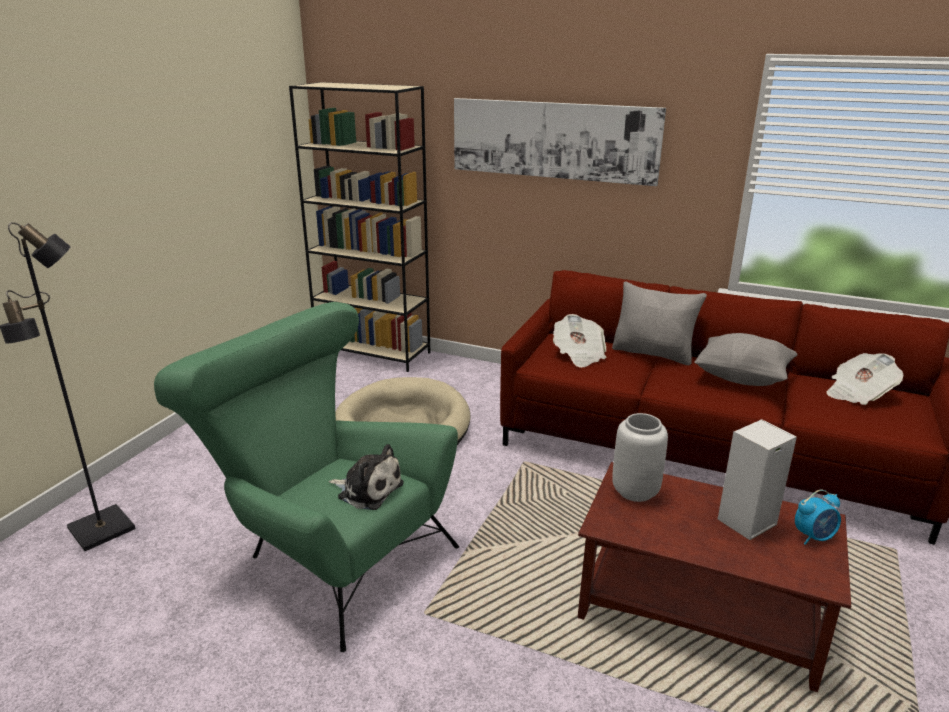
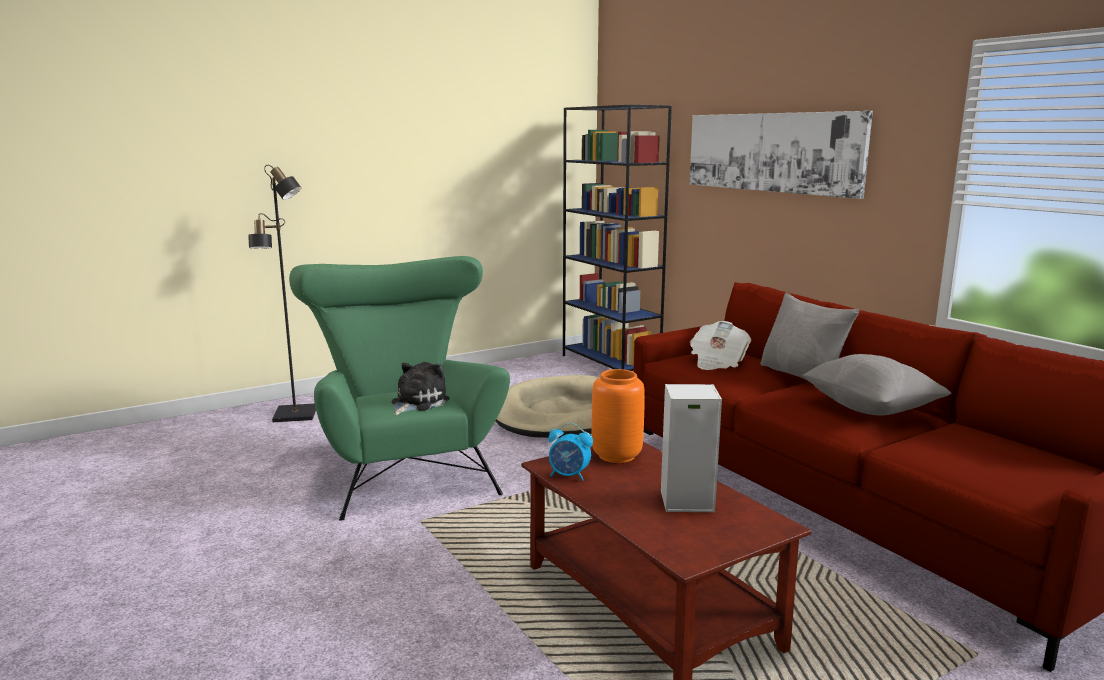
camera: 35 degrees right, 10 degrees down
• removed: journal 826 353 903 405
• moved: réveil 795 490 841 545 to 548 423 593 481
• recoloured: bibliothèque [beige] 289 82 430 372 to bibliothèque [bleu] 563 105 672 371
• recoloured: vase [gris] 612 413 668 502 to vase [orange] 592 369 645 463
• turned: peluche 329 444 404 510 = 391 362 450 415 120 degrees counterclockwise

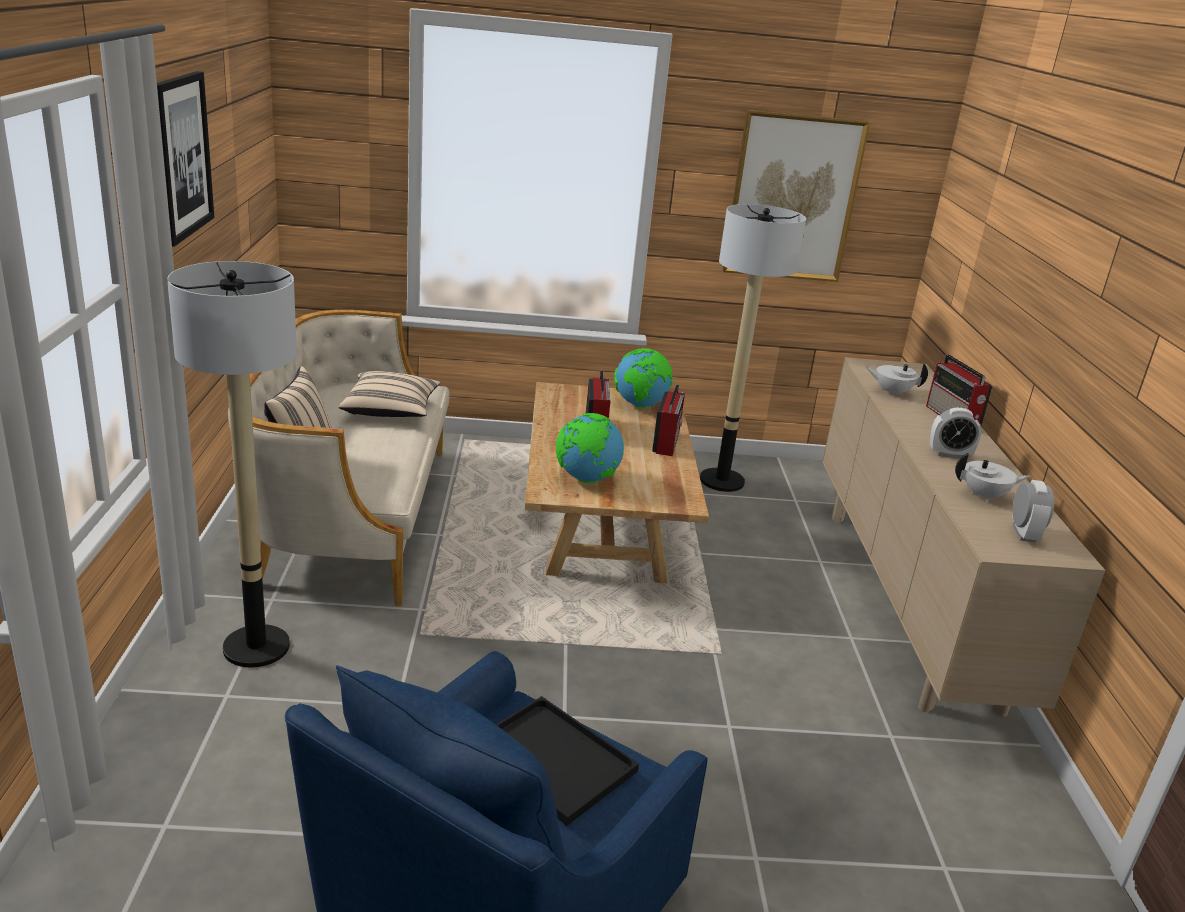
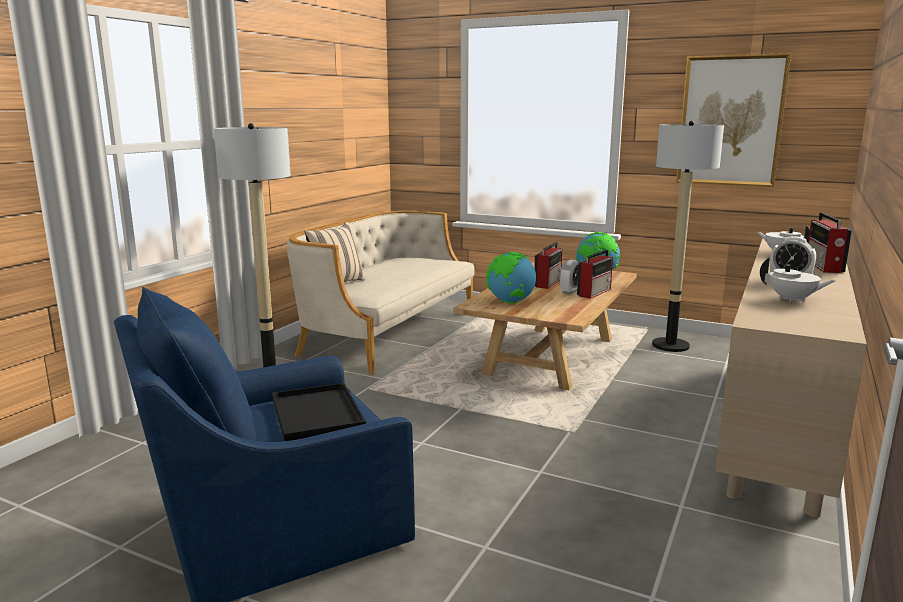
camera: 30 degrees right, 10 degrees down
• removed: tableau 157 71 214 247
• removed: coussin [beige] 339 371 440 417
• moved: réveil 1012 480 1054 543 to 559 260 579 295

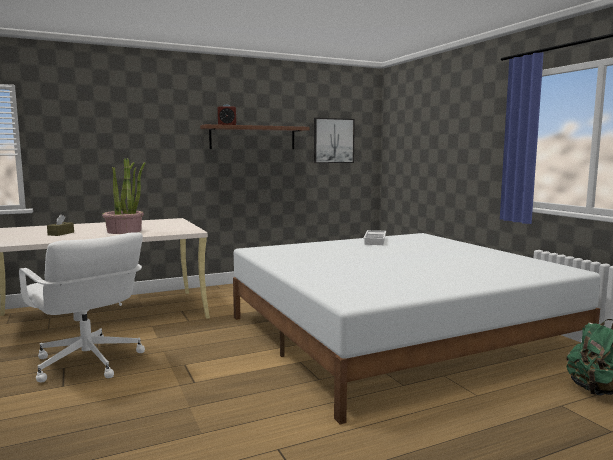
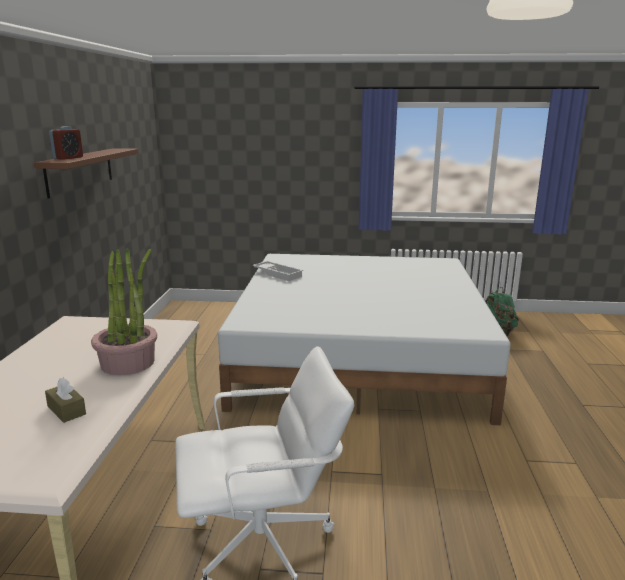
camera: 60 degrees left, 10 degrees up
• removed: tableau 314 118 355 163

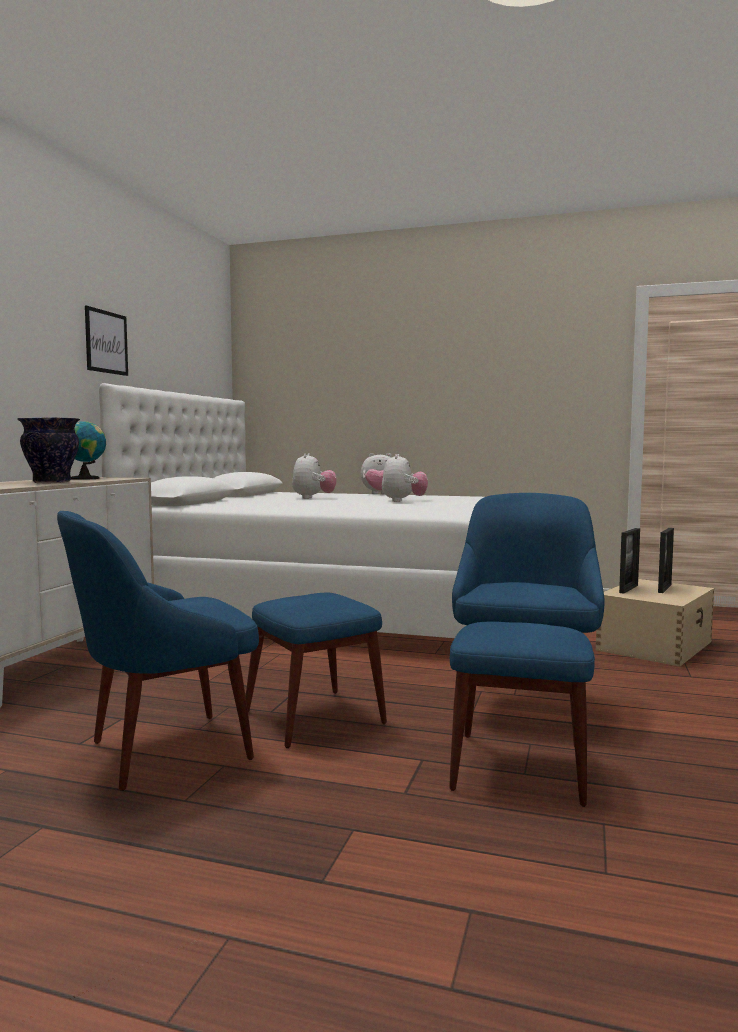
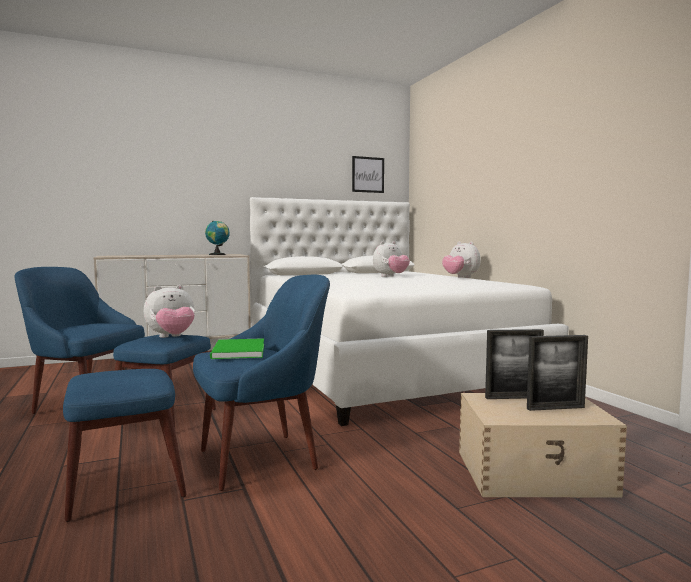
camera: 50 degrees right, 0 degrees up
• removed: vase 17 417 80 483
• added: livre [vert] 210 338 264 359
• moved: tableau 85 306 128 376 to 352 156 384 193
• moved: peluche 382 454 428 502 to 144 285 195 338

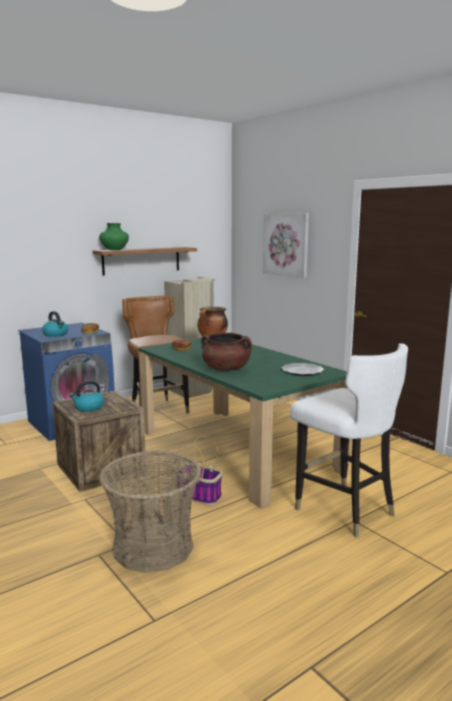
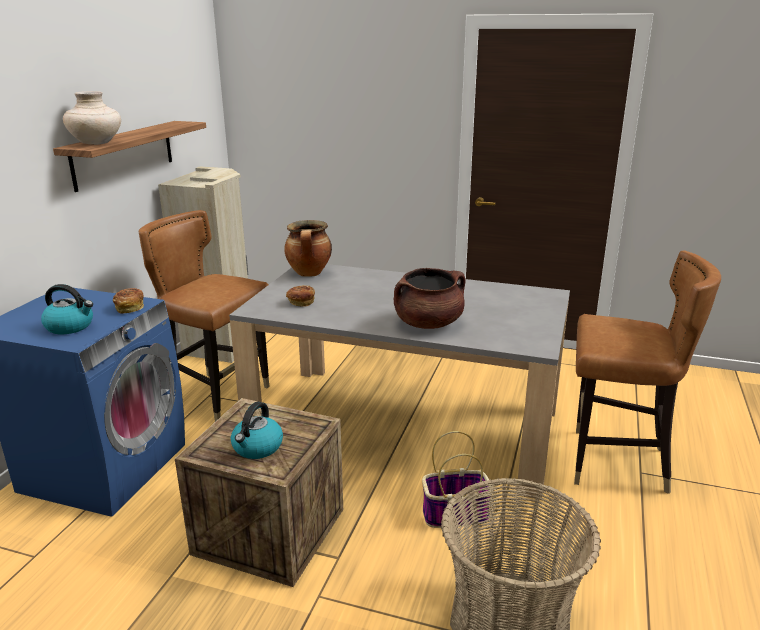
camera: 35 degrees left, 10 degrees up
• removed: tableau 263 213 309 278
• removed: assiette 282 363 324 376
• recoloured: vase [vert] 99 223 129 250 to vase [beige] 63 91 121 145
• recoloured: table à manger [vert] 139 338 350 508 to table à manger [gris] 229 264 570 500
• recoloured: chaise [blanc] 290 343 408 537 to chaise [marron] 574 250 721 494

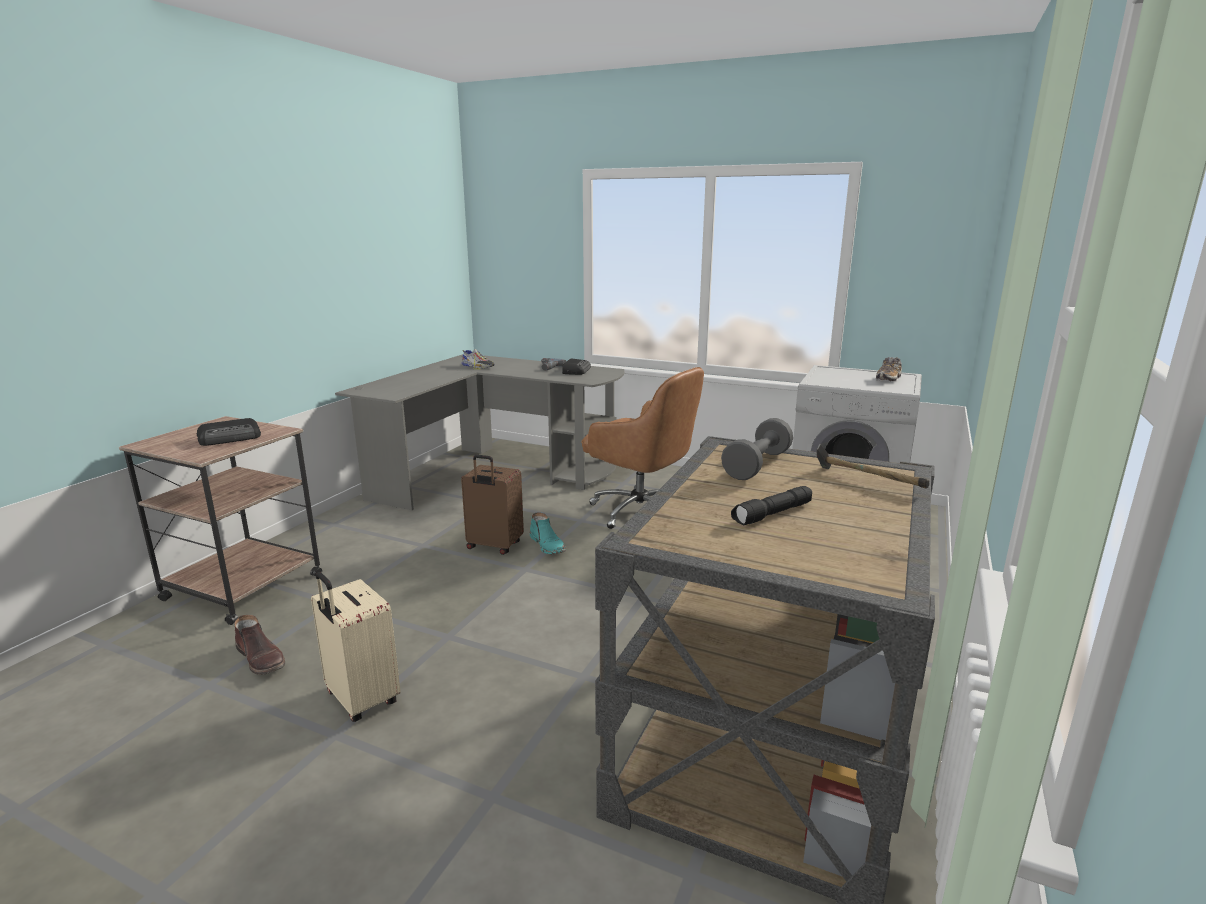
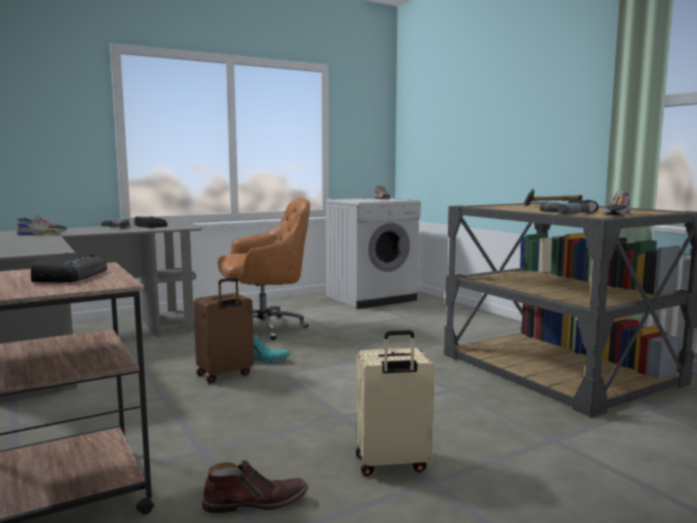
camera: 55 degrees left, 10 degrees down
• removed: haltère [gris] 721 418 793 480
• added: perceuse 539 201 589 214
• added: chaussure 598 189 634 215

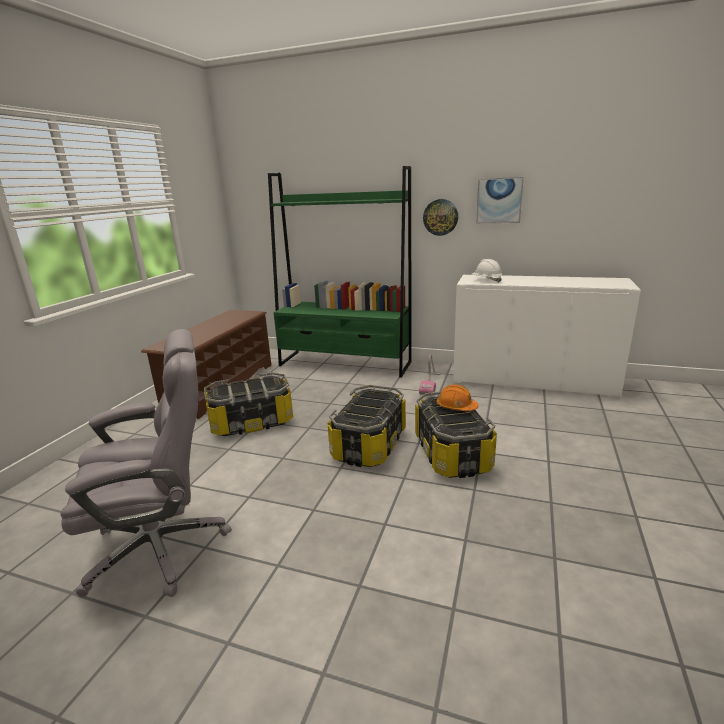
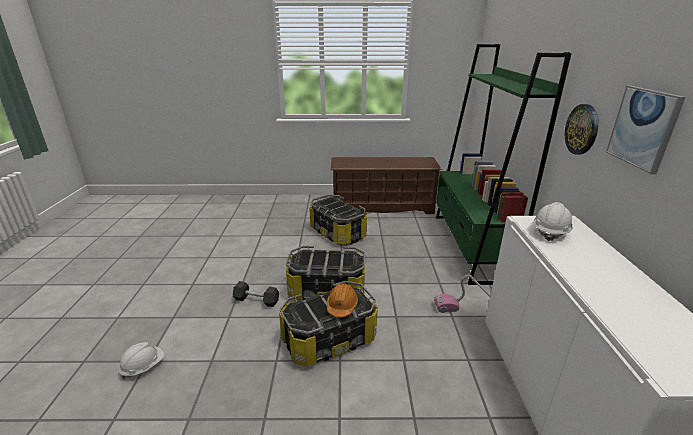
camera: 70 degrees right, 5 degrees up
• removed: chaise de bureau [gris] 60 329 232 597
• added: casque de chantier [blanc] 119 342 164 379
• added: haltère [gris] 233 281 279 307

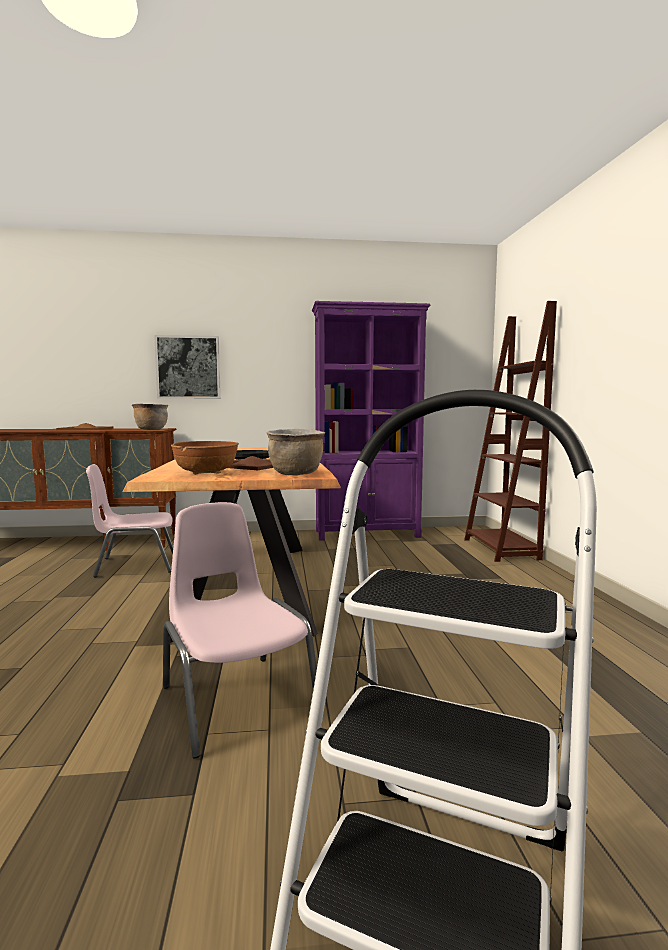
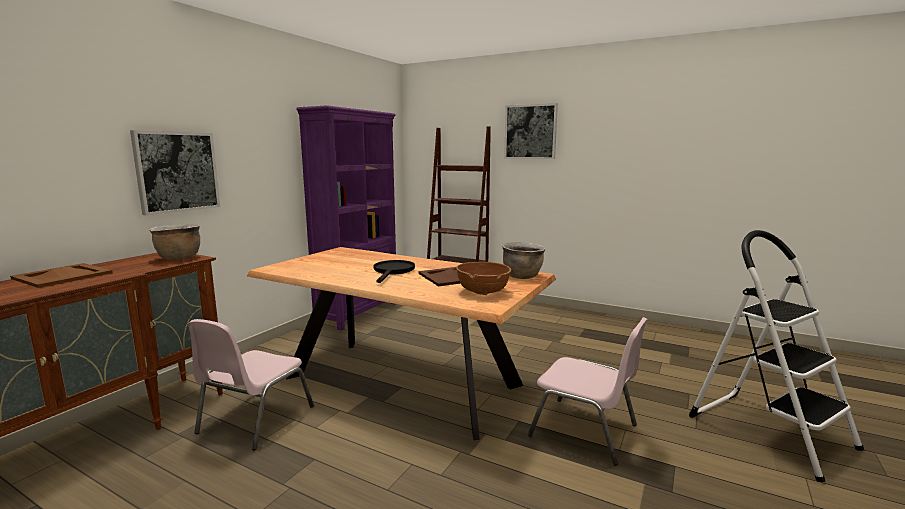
camera: 55 degrees left, 5 degrees up
• added: tableau 504 103 558 159
• turned: chaise [rose] 163 502 317 759 = 528 317 648 465 150 degrees counterclockwise

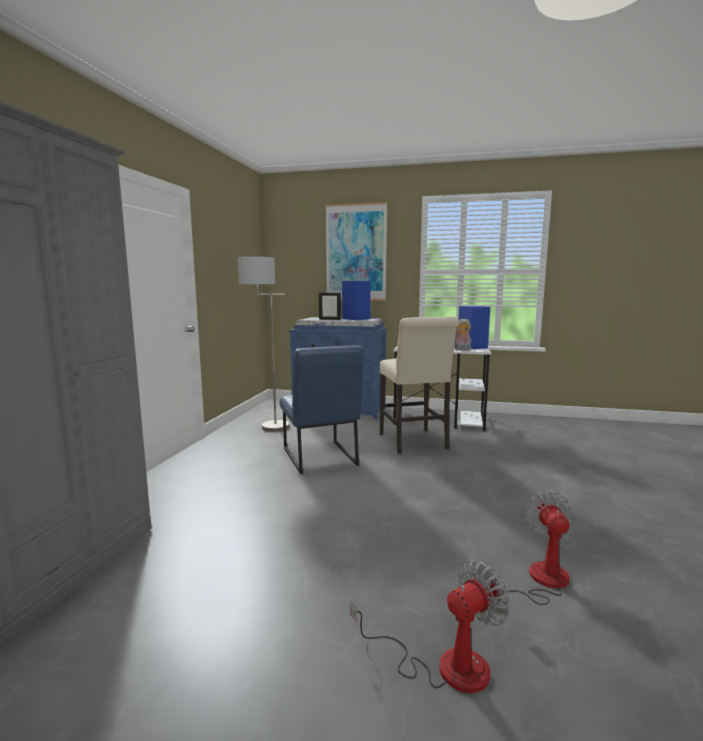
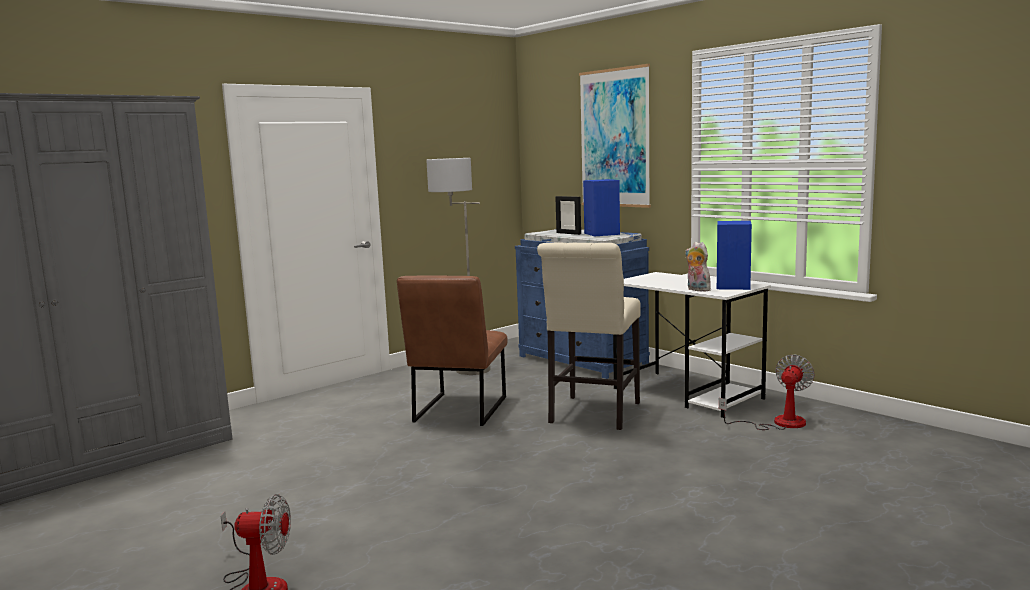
camera: 35 degrees right, 0 degrees up
• moved: ventilateur 498 491 571 605 to 719 354 815 430
• recoloured: chaise [bleu] 279 345 364 474 to chaise [marron] 397 276 508 426

